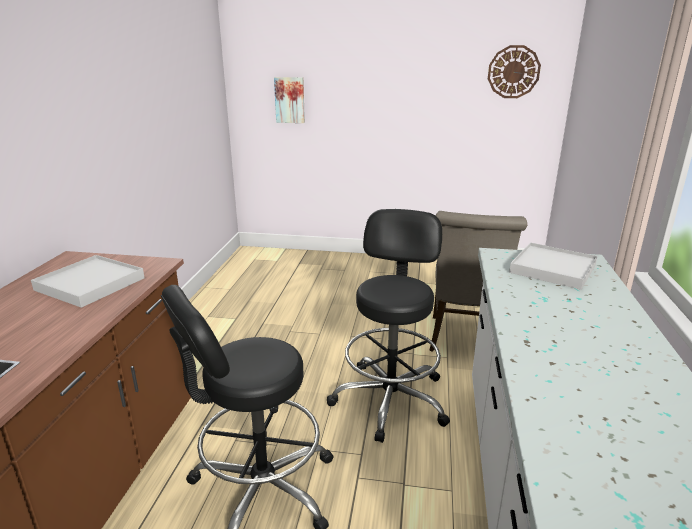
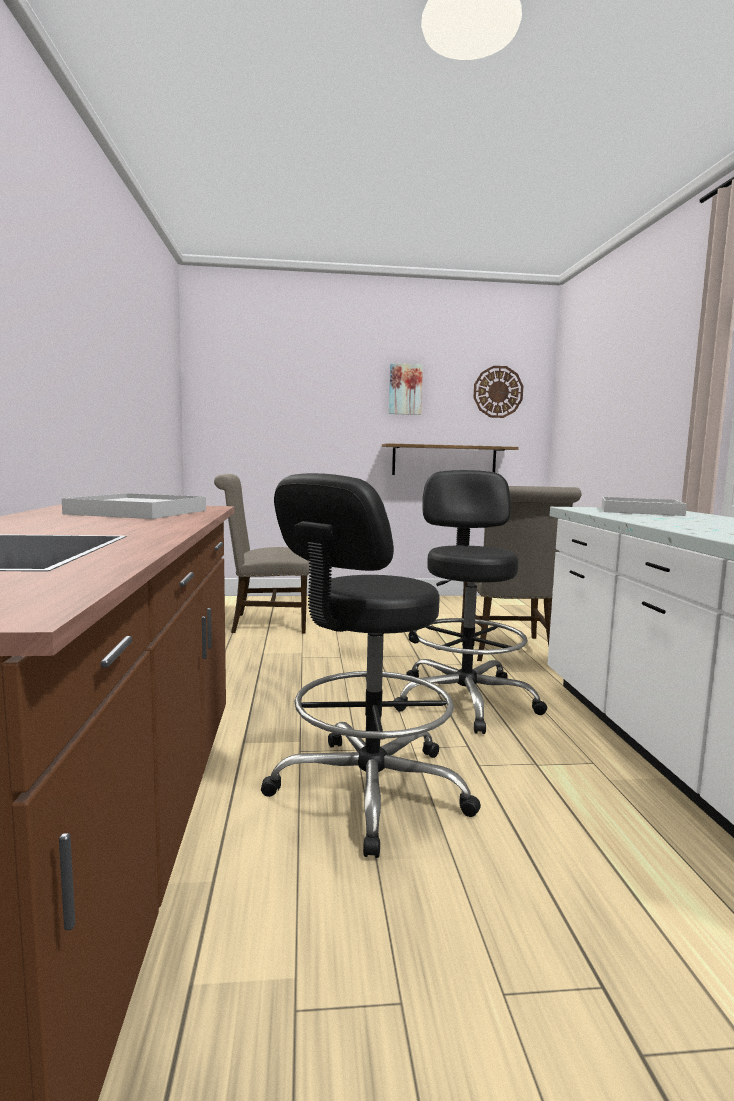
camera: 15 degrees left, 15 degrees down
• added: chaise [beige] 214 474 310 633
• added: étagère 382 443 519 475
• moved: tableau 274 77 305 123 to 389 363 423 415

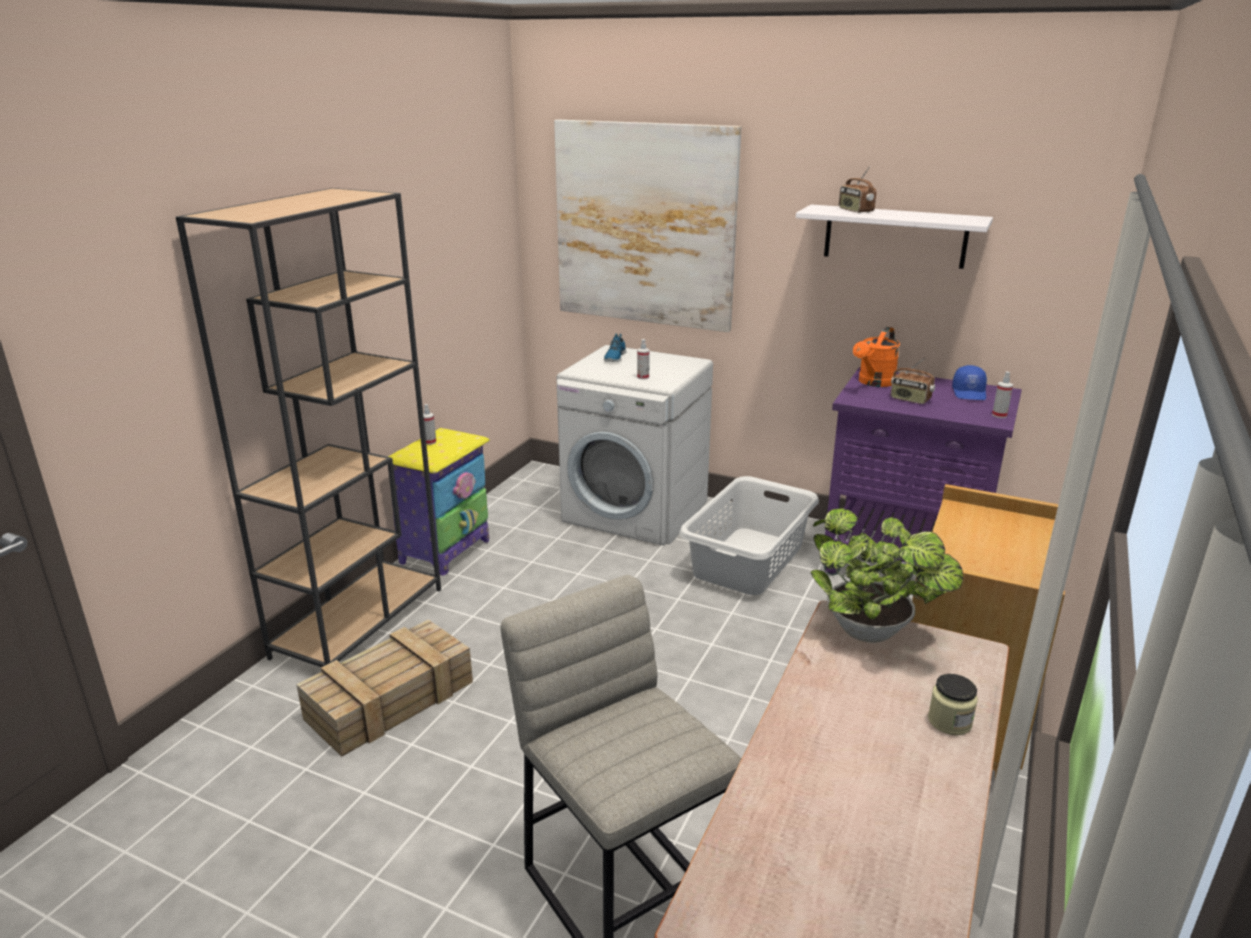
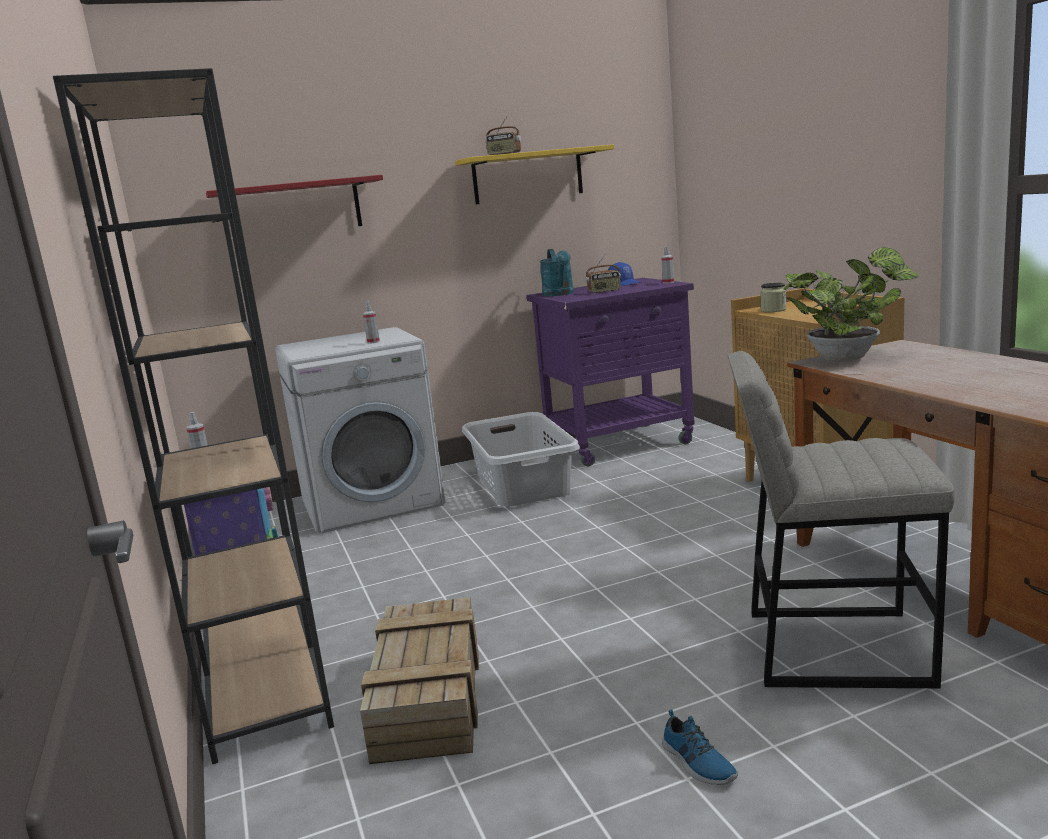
camera: 45 degrees left, 10 degrees down
• moved: chaussure 604 334 626 362 to 662 709 738 785
• moved: bocal 928 674 978 735 to 760 283 786 312
• replaced: tableau 554 120 741 332 to étagère [rouge] 206 175 383 226
• recoloured: étagère [blanc] 796 204 993 269 to étagère [jaune] 455 144 614 205
• recoloured: arrosoir [orange] 853 327 900 387 to arrosoir [turquoise] 539 249 574 296

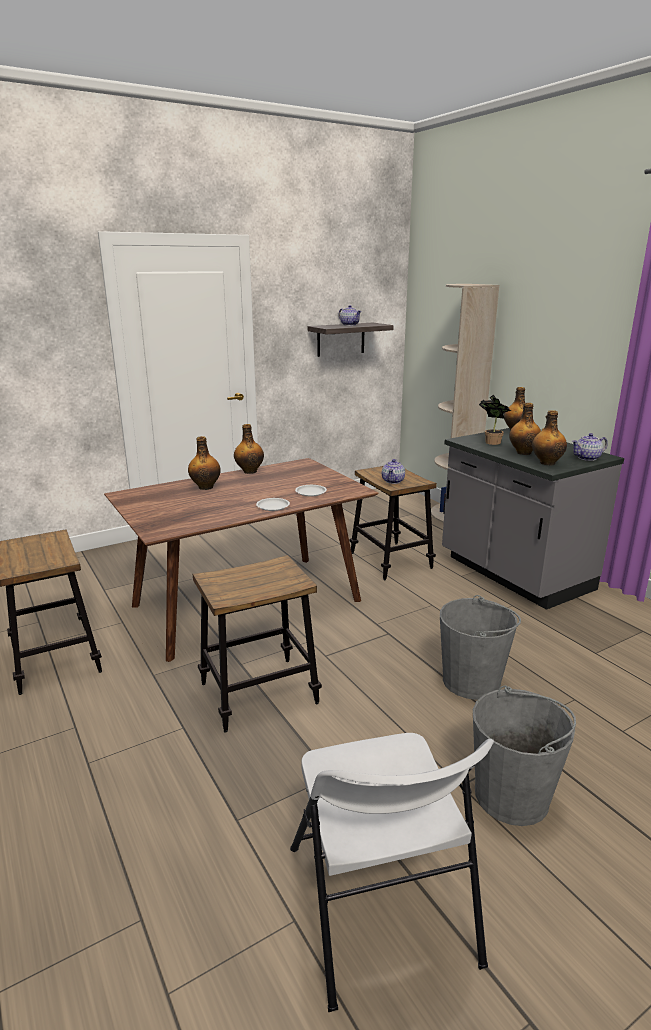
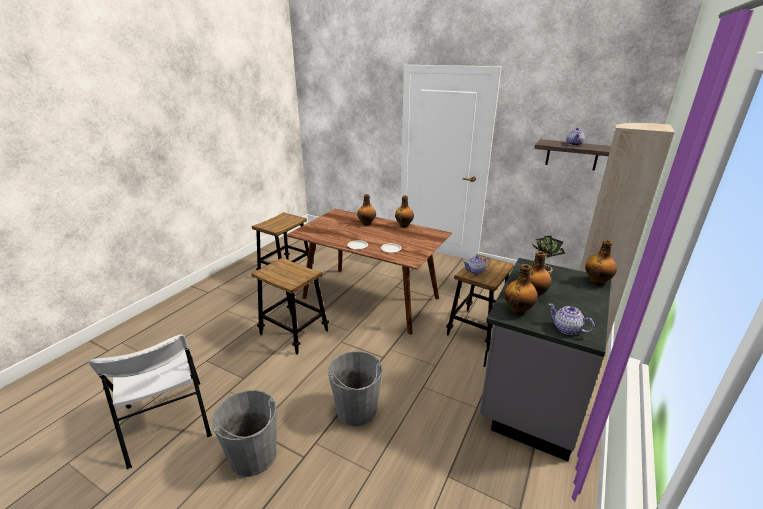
camera: 60 degrees right, 5 degrees up
• turned: chaise [blanc] 290 733 494 1012 = 89 334 212 469 75 degrees counterclockwise

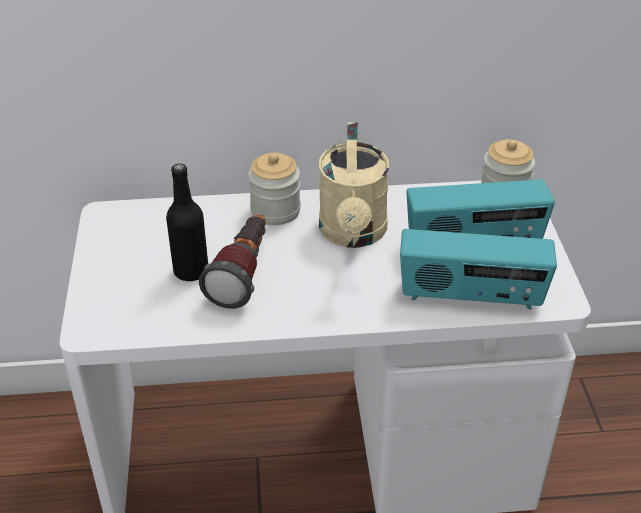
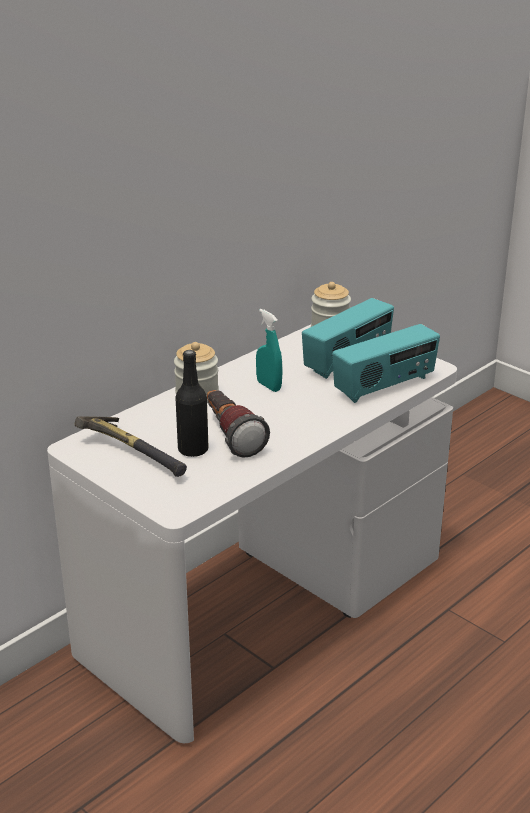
camera: 40 degrees left, 10 degrees down
• added: marteau 75 416 187 477
• replaced: arrosoir [beige] 319 122 389 248 to vaporisateur [turquoise] 256 309 283 392

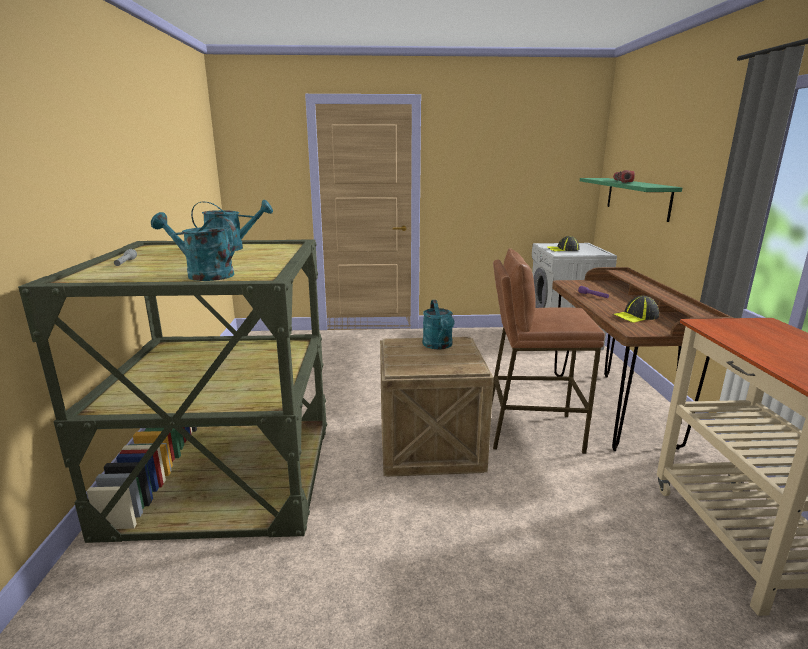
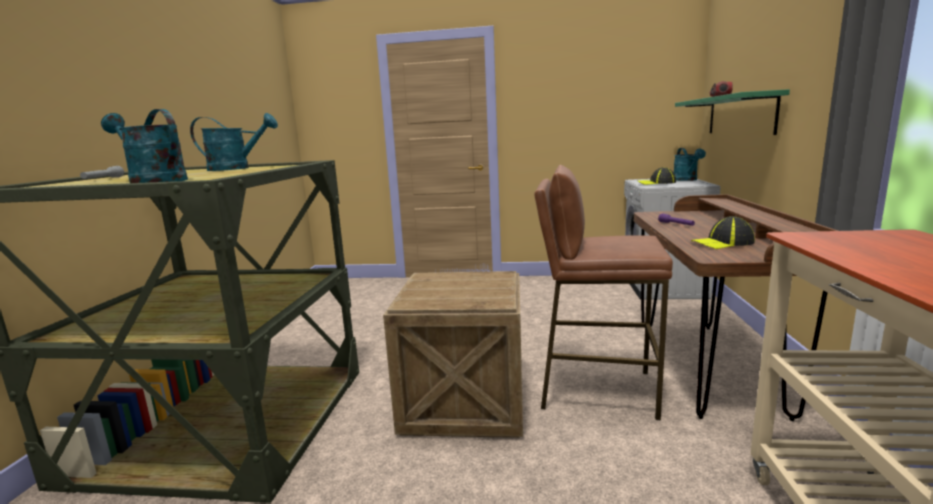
camera: 10 degrees right, 5 degrees down
• moved: arrosoir [turquoise] 423 300 454 349 to 674 148 706 181

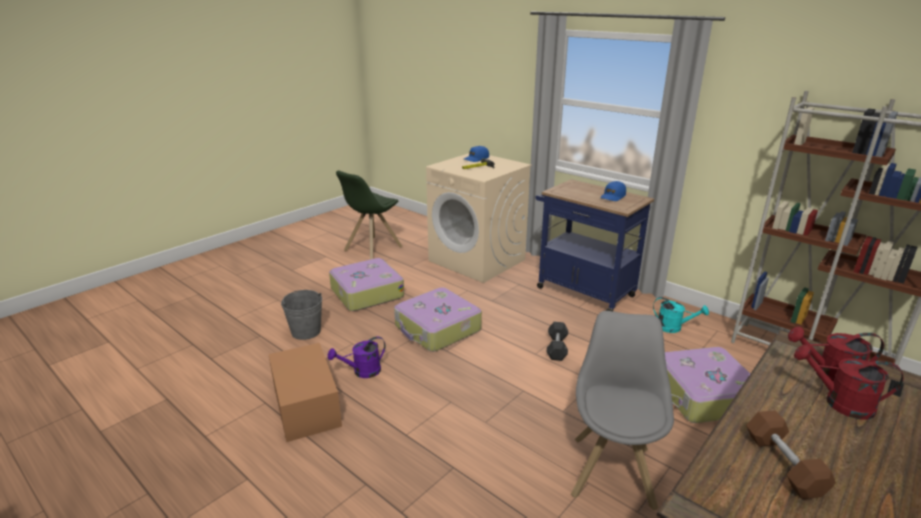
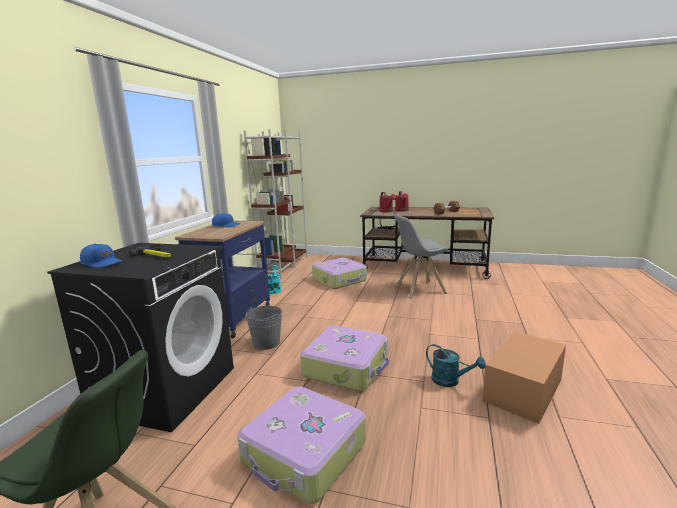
camera: 115 degrees left, 10 degrees down
• removed: haltère [gris] 547 322 568 361
• moved: seau [gris] 281 290 322 340 to 245 306 282 350
• recoloured: arrosoir [violet] 328 336 386 378 to arrosoir [turquoise] 426 344 486 387
• recoloured: lave-linge [beige] 426 153 532 283 to lave-linge [noir] 47 243 234 432

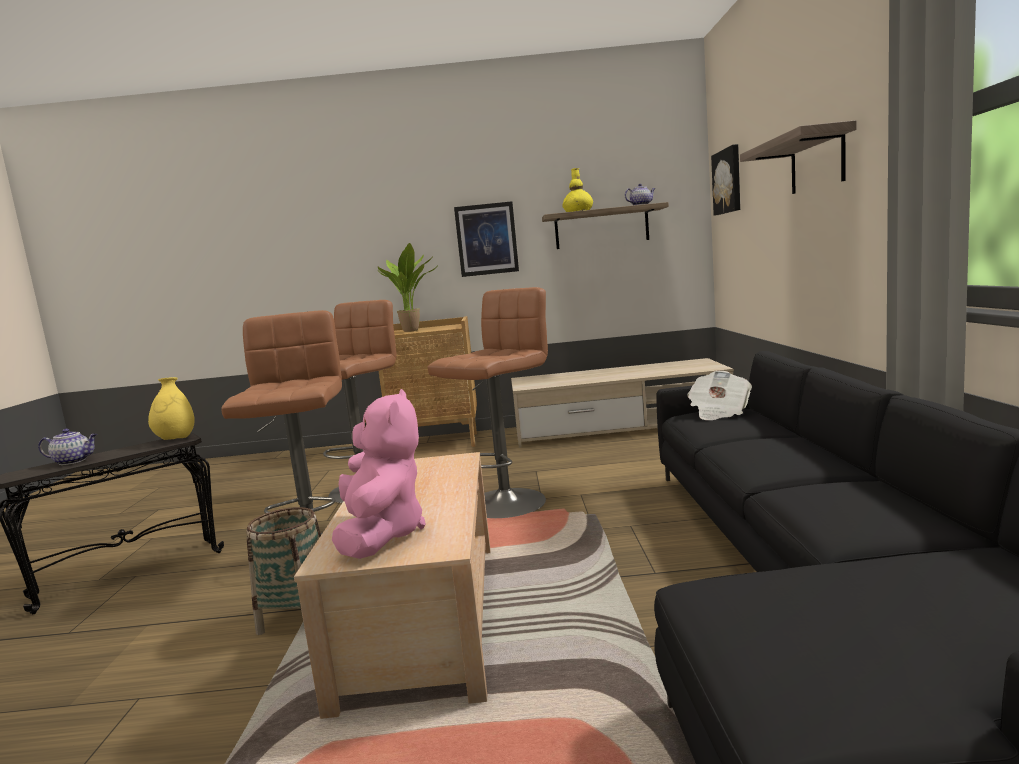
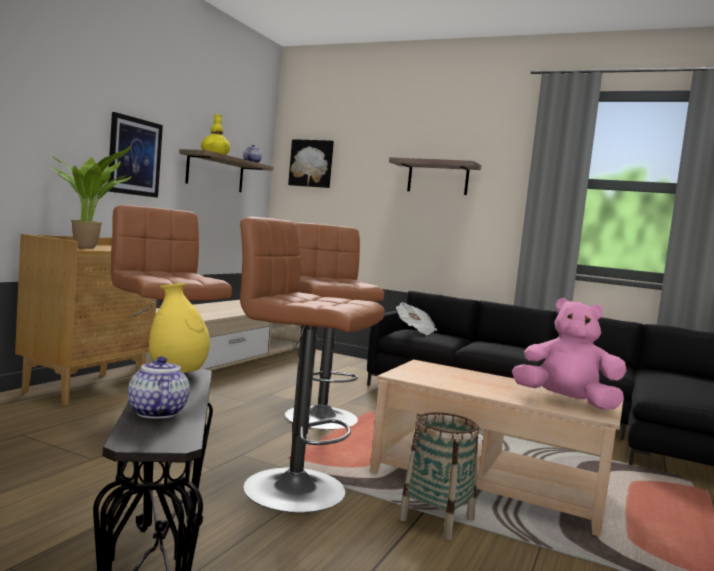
camera: 65 degrees left, 5 degrees down
• turned: théière 38 429 97 465 = 128 356 190 419 45 degrees counterclockwise

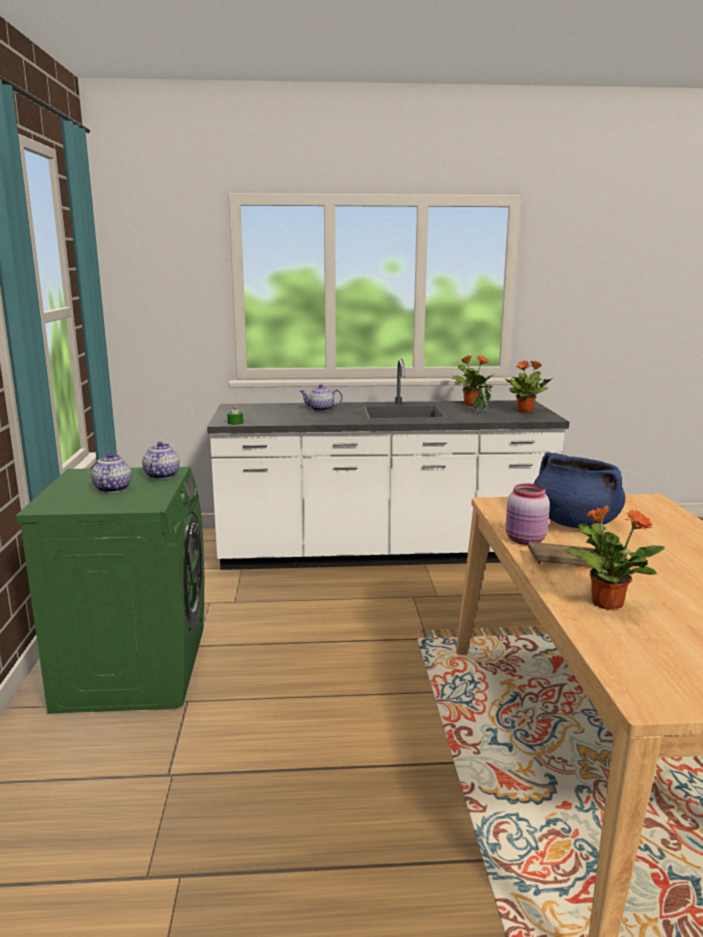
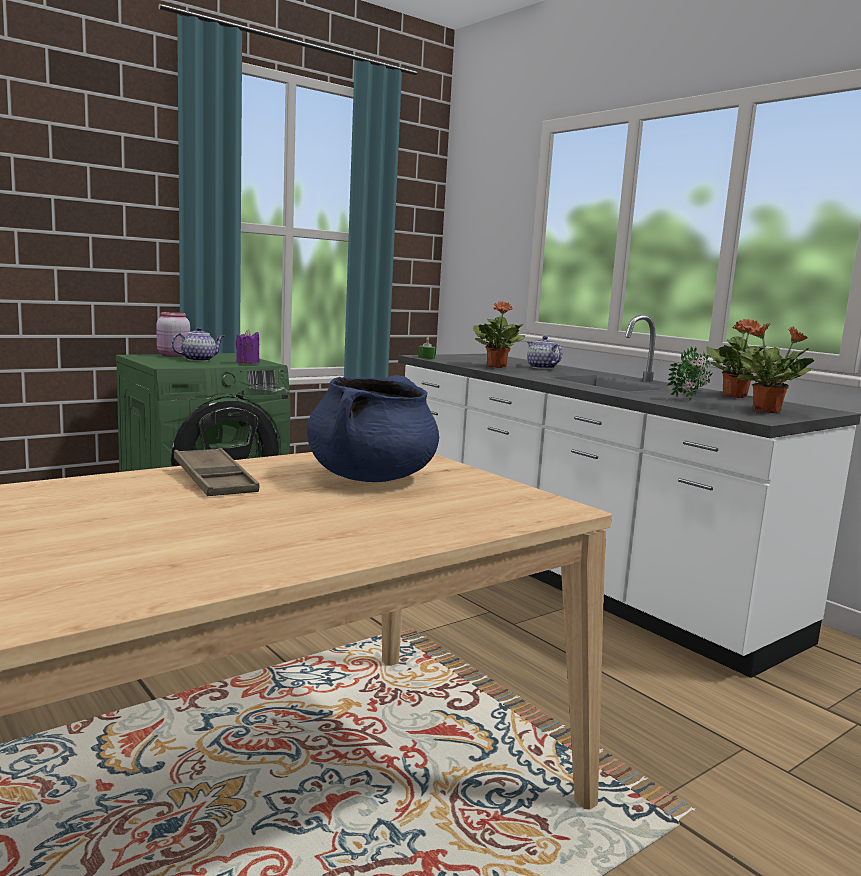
camera: 55 degrees right, 5 degrees down
• moved: bocal [rose] 506 483 550 545 to 156 312 190 357
• moved: plante en pot 564 505 665 610 to 473 301 525 368
• replaced: théière 142 442 180 479 to bougie [violet] 236 329 260 364

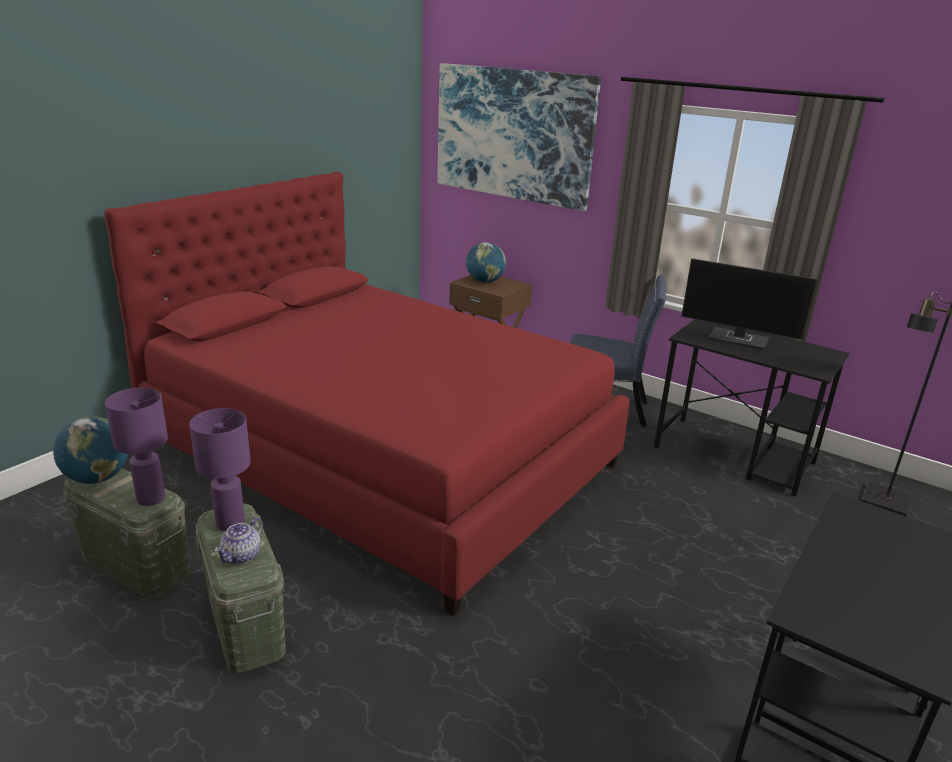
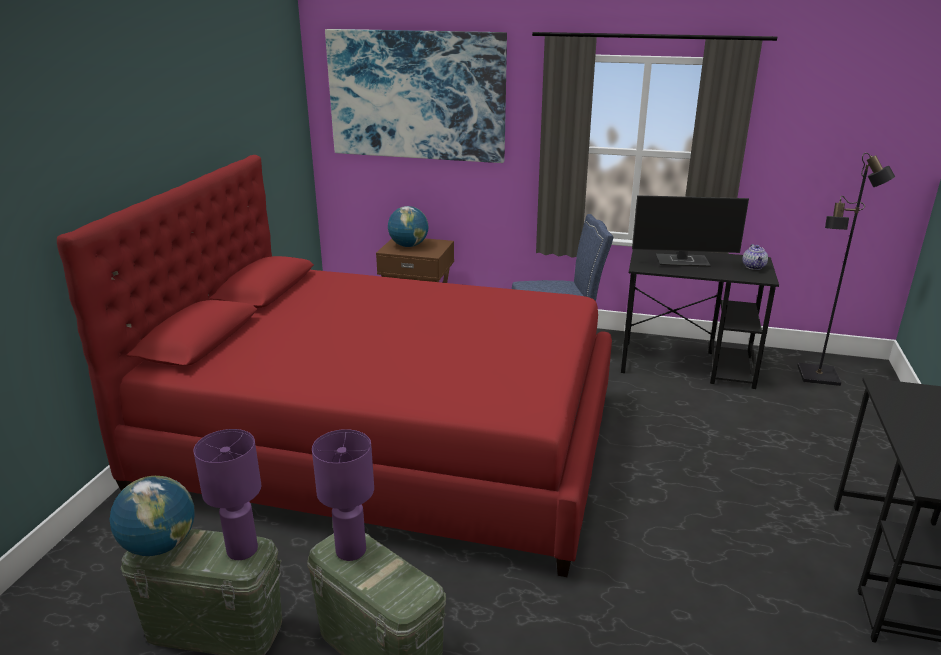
camera: 20 degrees left, 0 degrees up
• moved: théière 214 517 263 564 to 743 244 768 270

